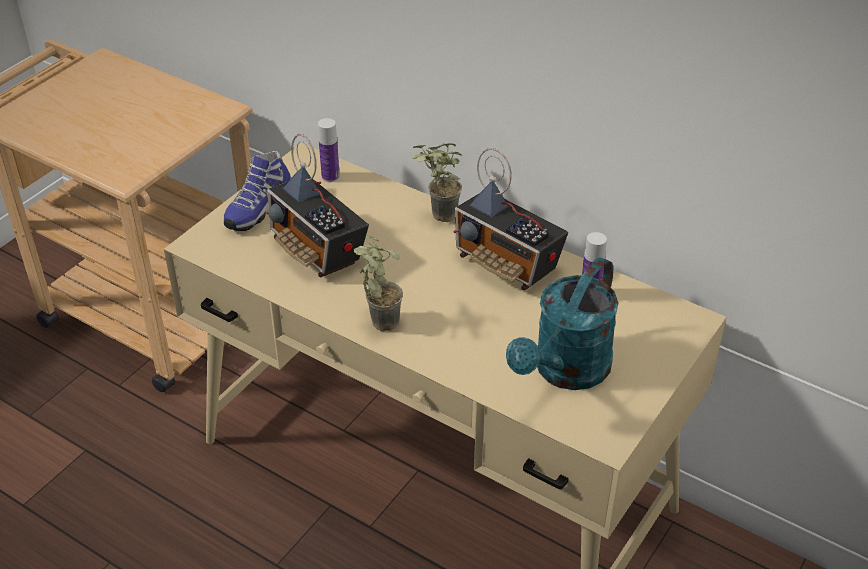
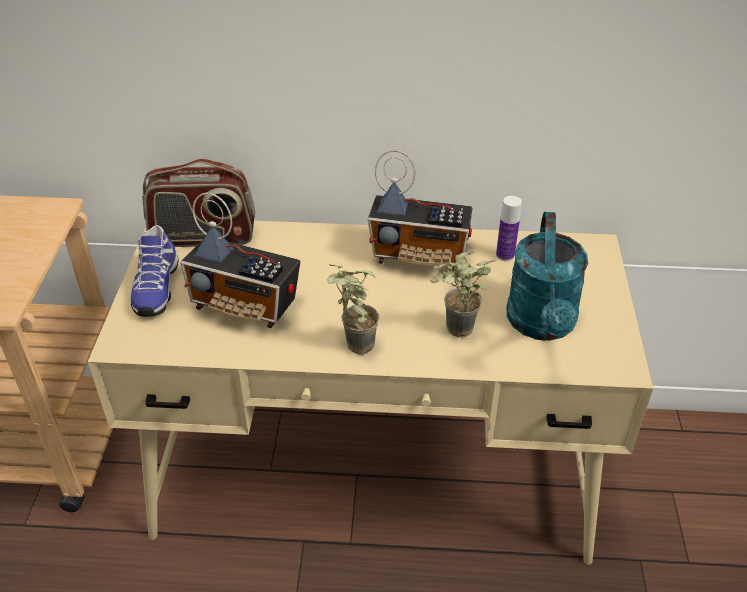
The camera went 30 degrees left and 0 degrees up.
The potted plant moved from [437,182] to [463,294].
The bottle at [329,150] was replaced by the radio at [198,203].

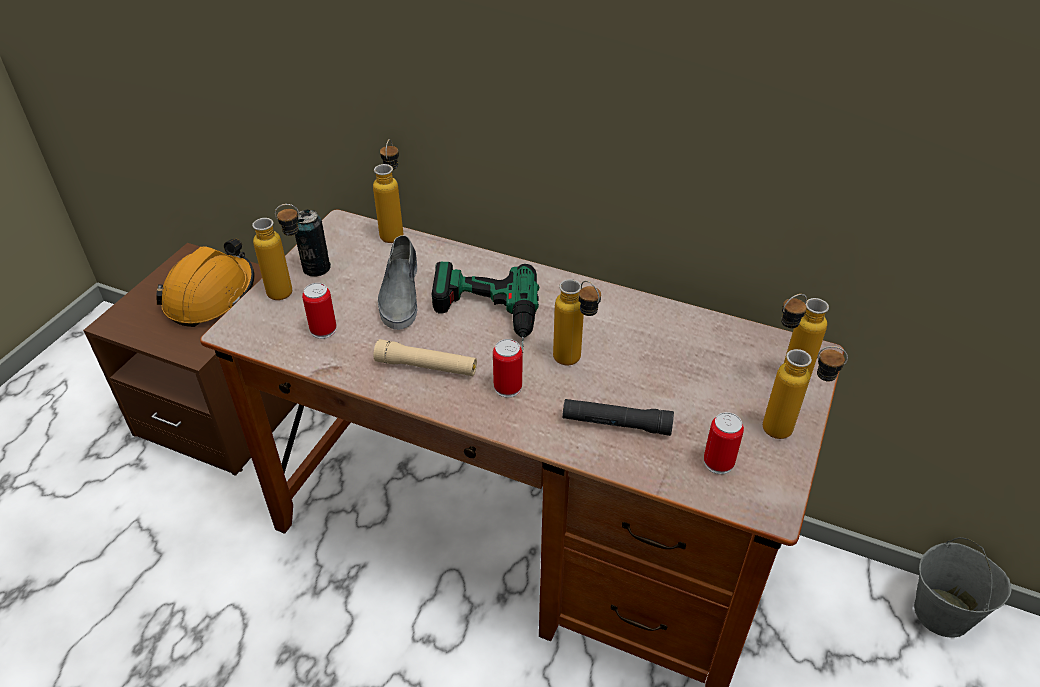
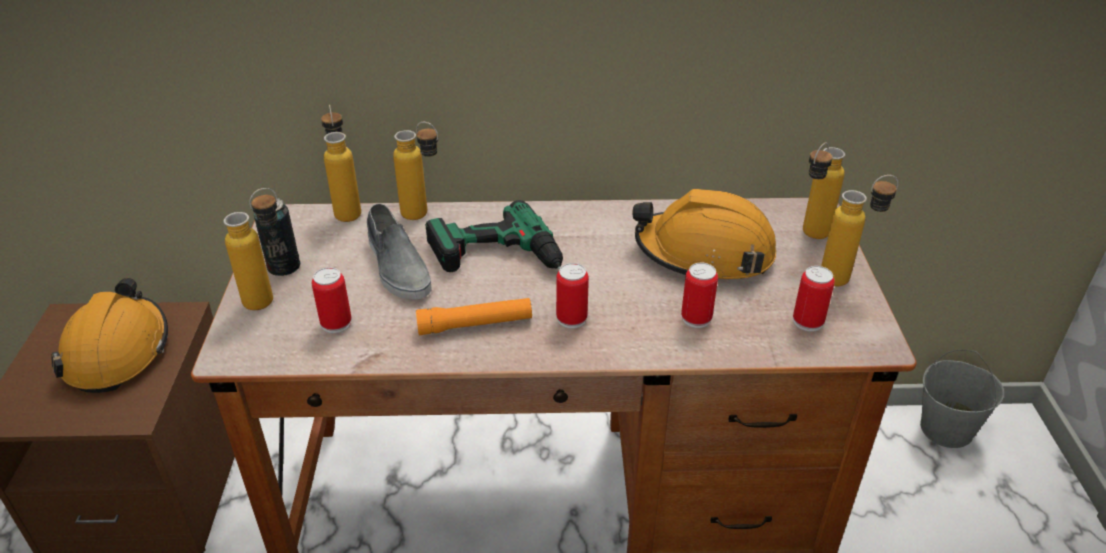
The camera went 25 degrees left and 5 degrees down.
The hard hat/orange at [704,234] appeared.
The bottle moved from [577,322] to [415,171].
The flashlight/black at [618,417] was replaced by the can at [699,295].
The flashlight/beige at [425,357] became the flashlight/orange at [474,316].

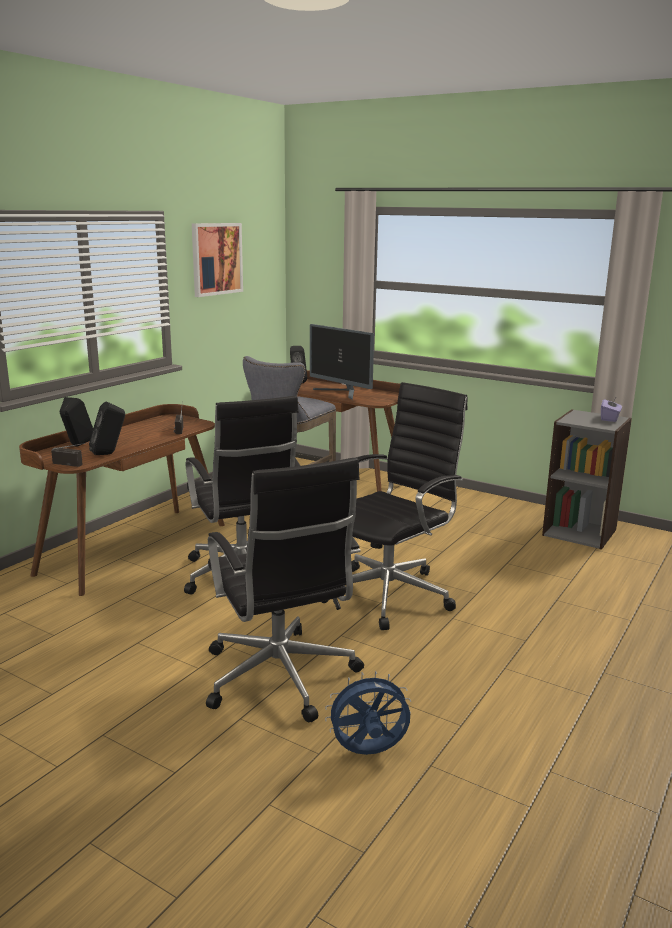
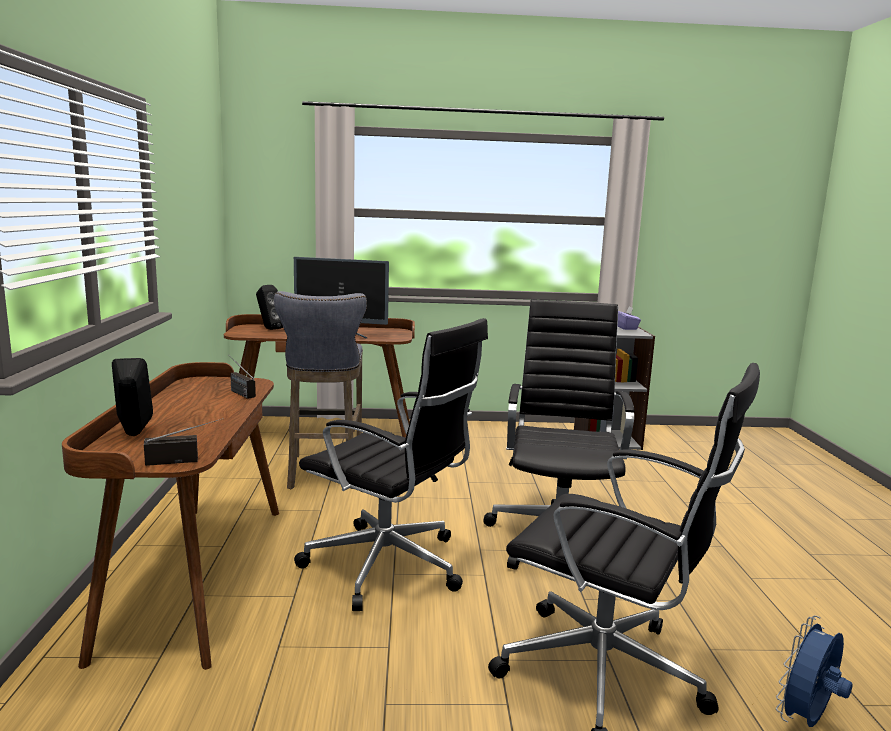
The camera went 35 degrees left and 5 degrees down.
The speaker/black at [107,428] disappeared.
The picture at [217,260] disappeared.

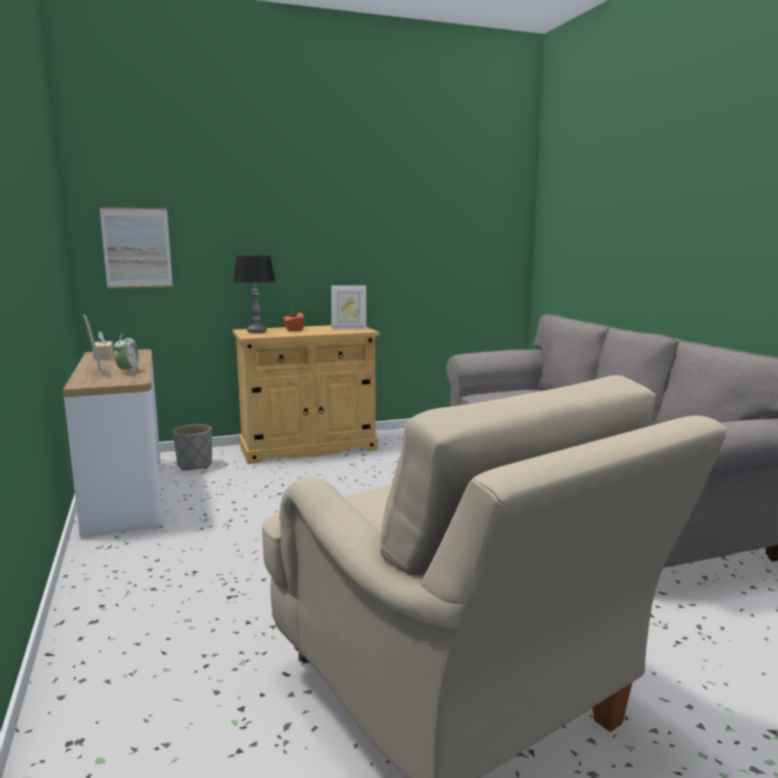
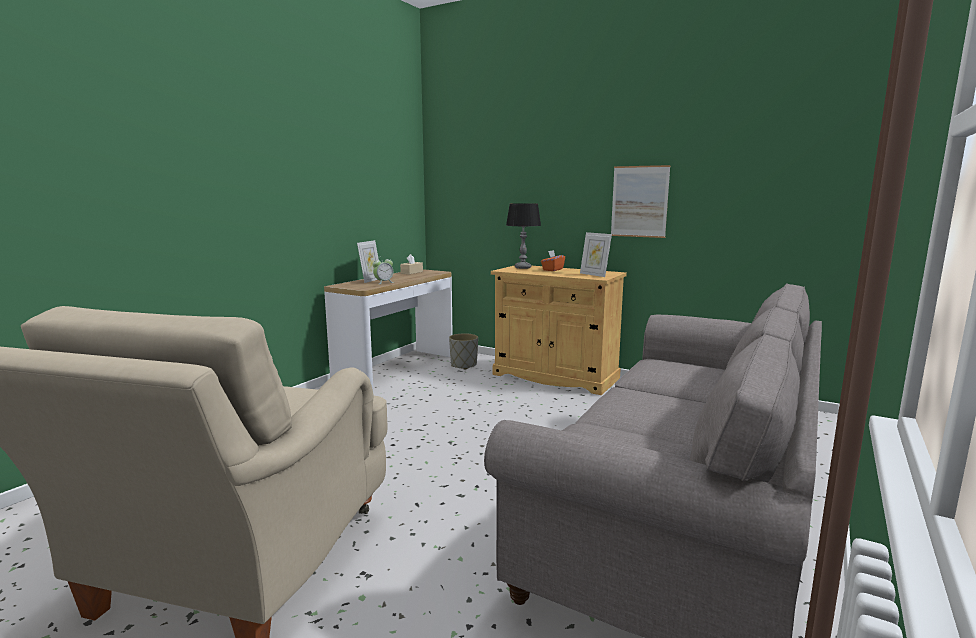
The camera went 50 degrees right and 0 degrees up.
The picture moved from [136,247] to [640,201].

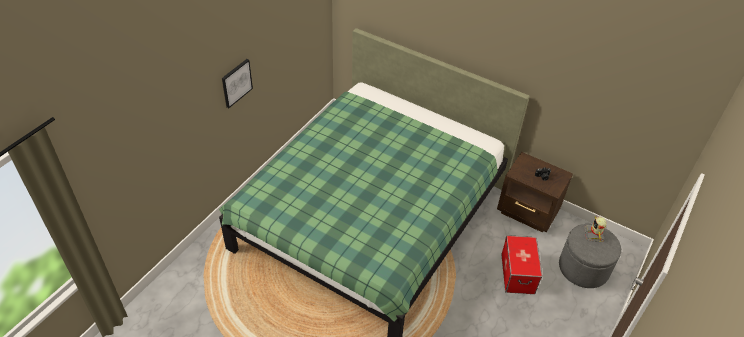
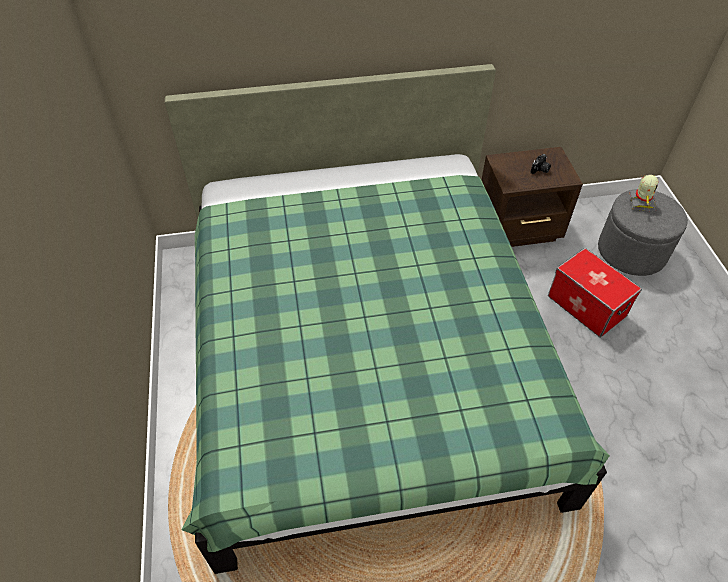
The camera went 40 degrees left and 5 degrees up.
The picture at [237,83] disappeared.
The toy robot at [595,229] turned 135 degrees counterclockwise.

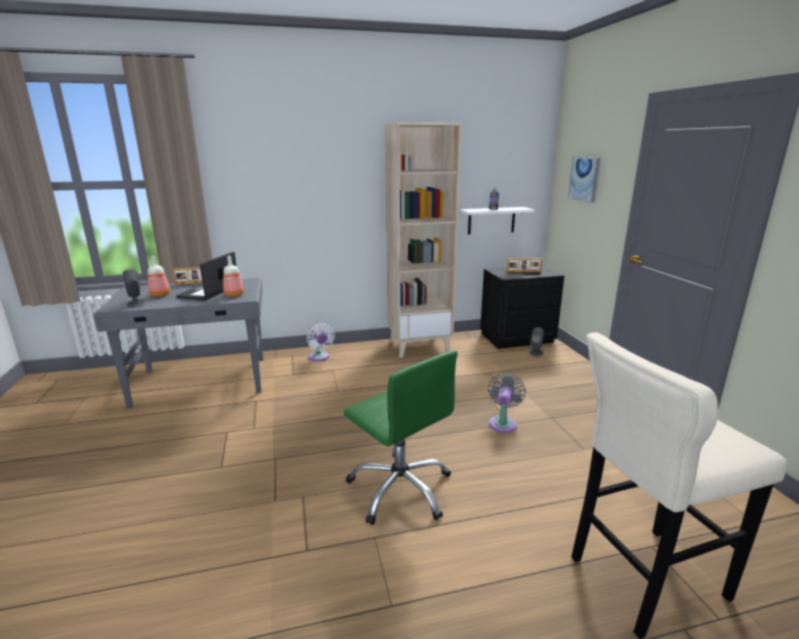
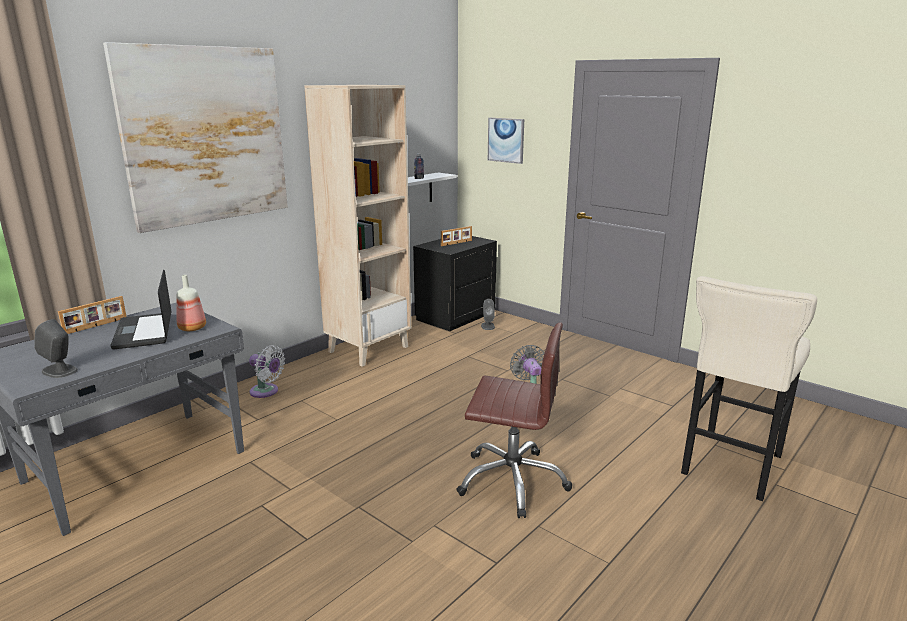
The camera went 35 degrees left and 0 degrees up.
The bottle at [159,276] disappeared.
The picture at [195,137] appeared.
The office chair/green at [401,437] became the office chair/brown at [514,420].

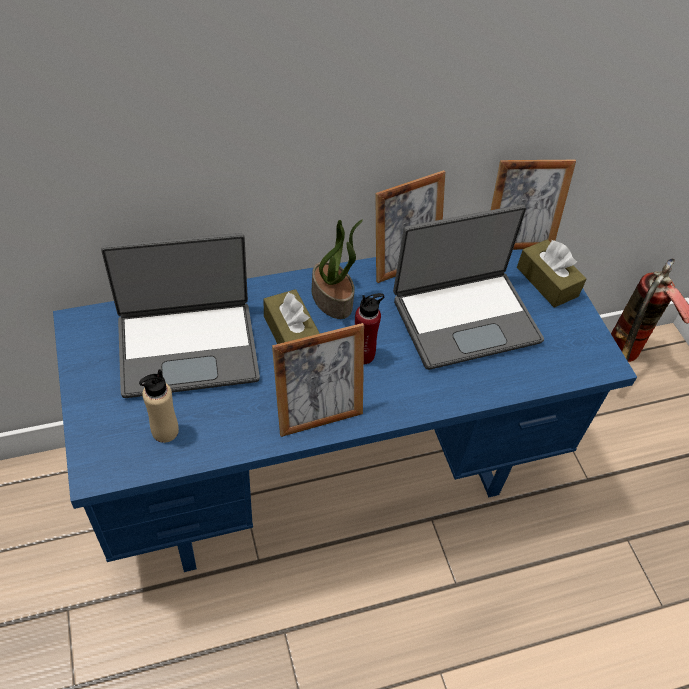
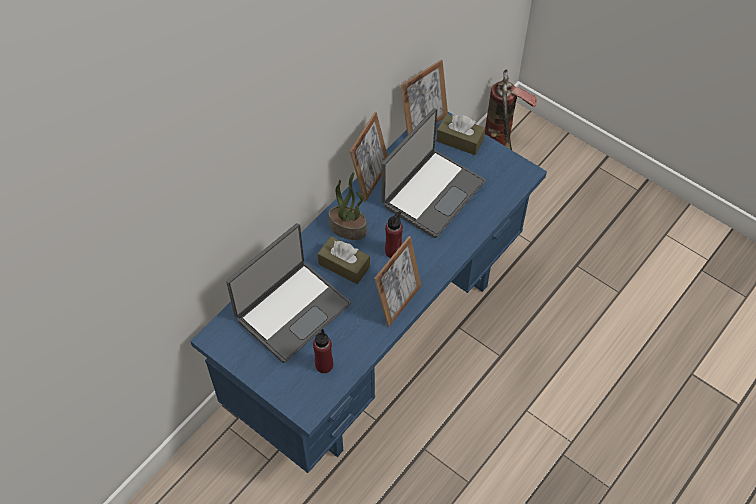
The camera went 30 degrees left and 5 degrees up.
The bottle/beige at [159,406] became the bottle/red at [323,351].

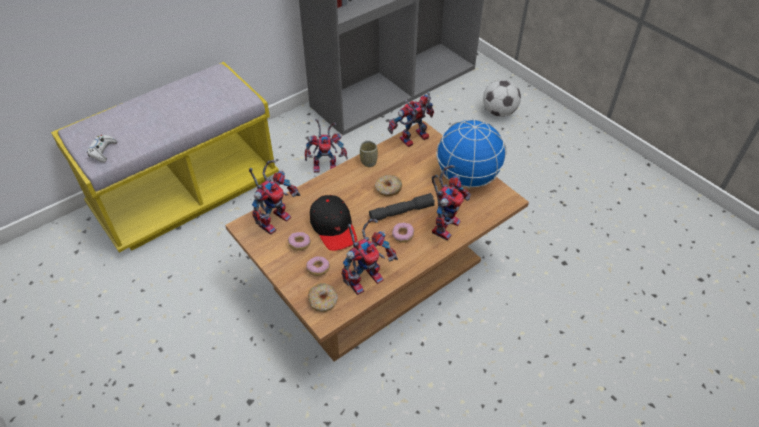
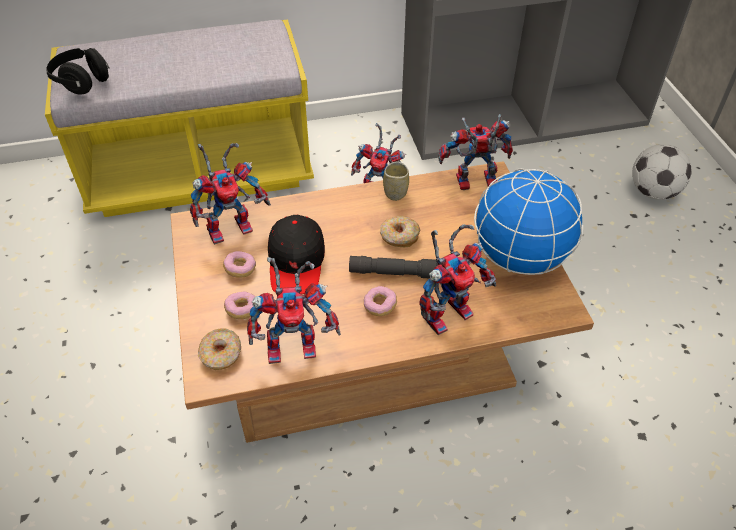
The camera went 25 degrees right and 0 degrees up.
The game controller/white at [102,148] was replaced by the headphones/black at [78,71].

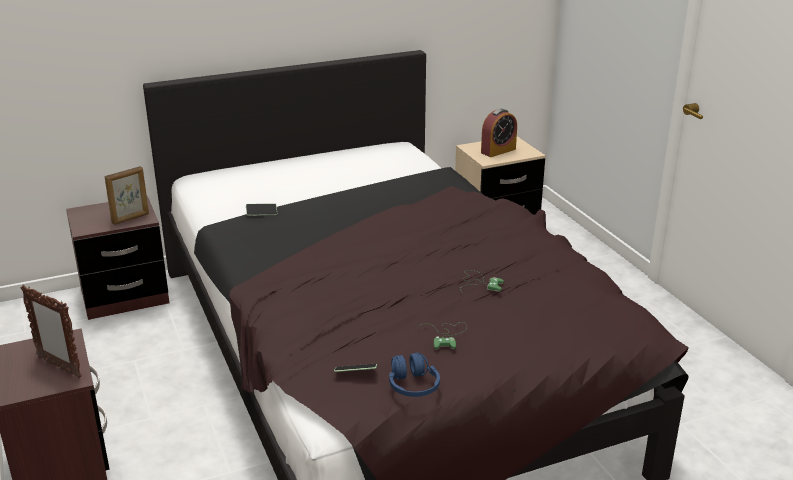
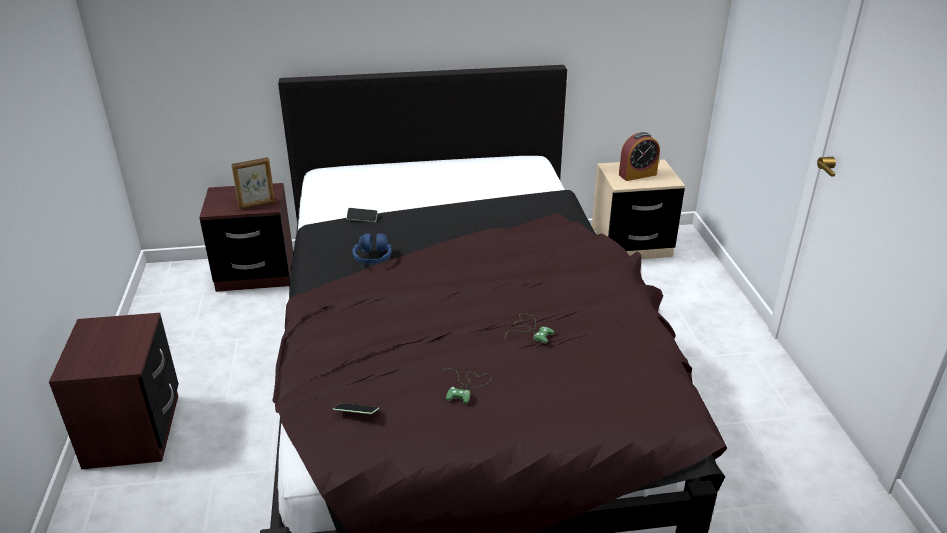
The camera went 15 degrees right and 5 degrees up.
The picture frame at [51,331] disappeared.
The headphones/blue moved from [414,375] to [371,248].

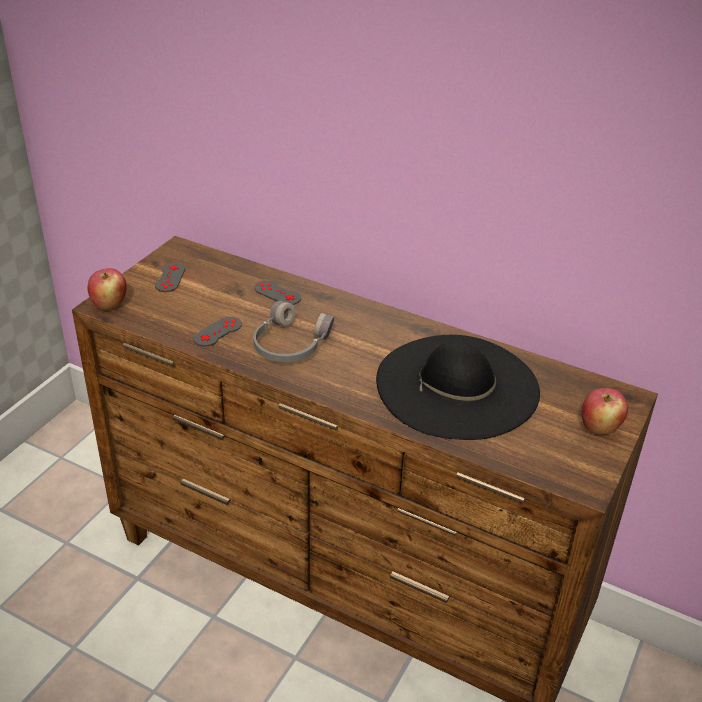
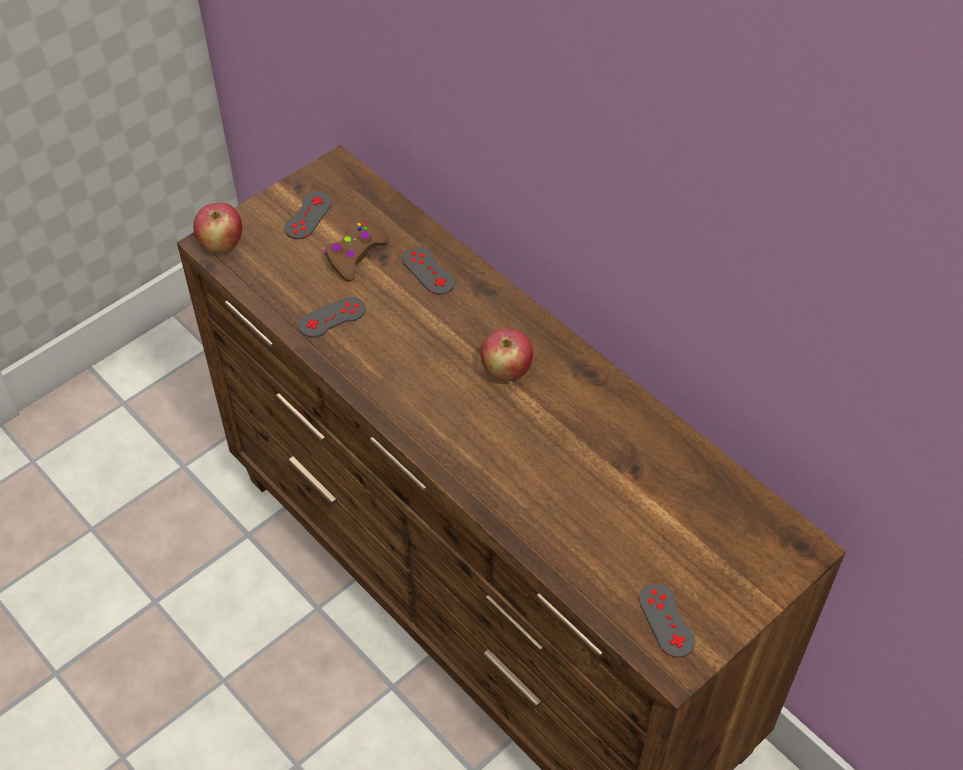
The camera went 20 degrees right and 15 degrees up.
The headphones/grey at [293,331] disappeared.
The hat/black at [458,387] disappeared.
The game controller/brown at [357,250] appeared.
The game controller/grey at [667,621] appeared.
The apple moved from [605,411] to [506,355].

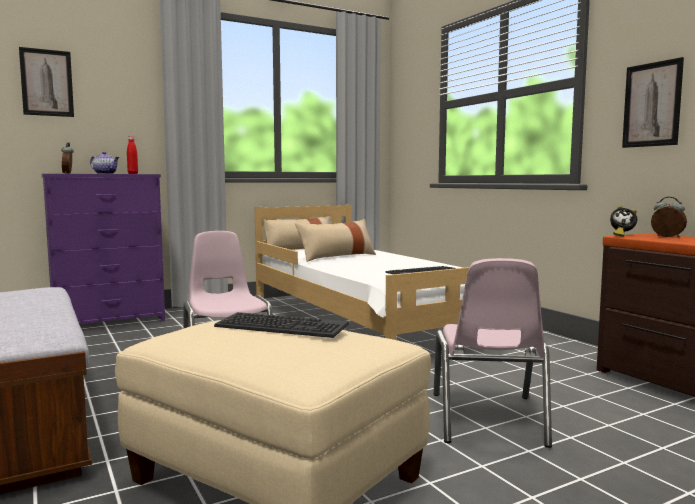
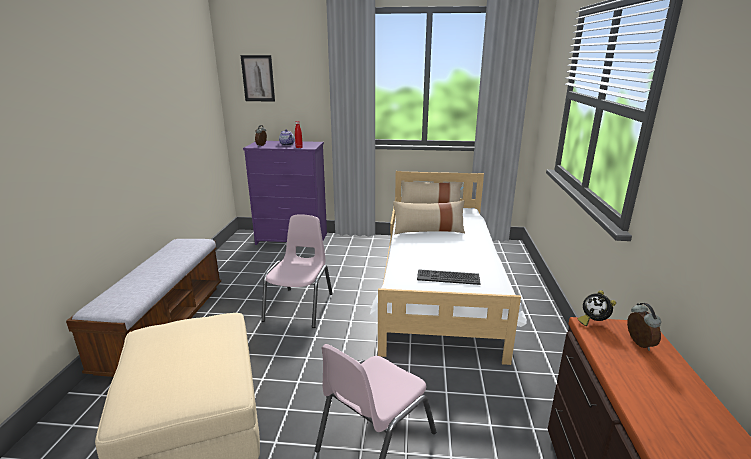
The camera went 35 degrees right and 15 degrees up.
The keyboard at [281,325] disappeared.
The picture at [653,102] disappeared.

